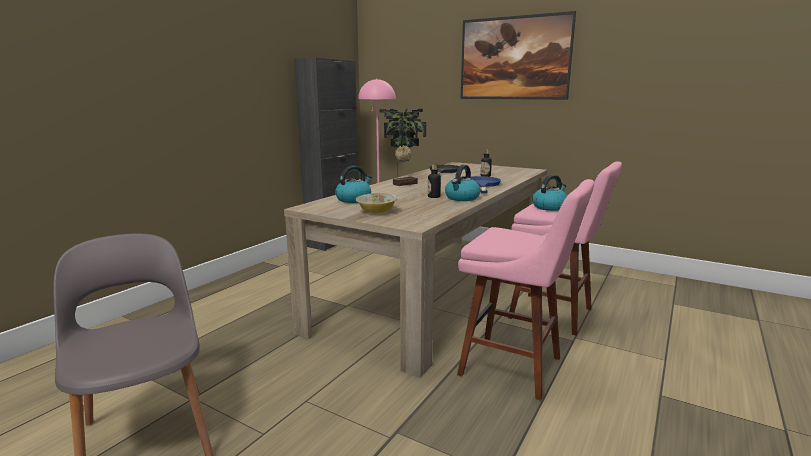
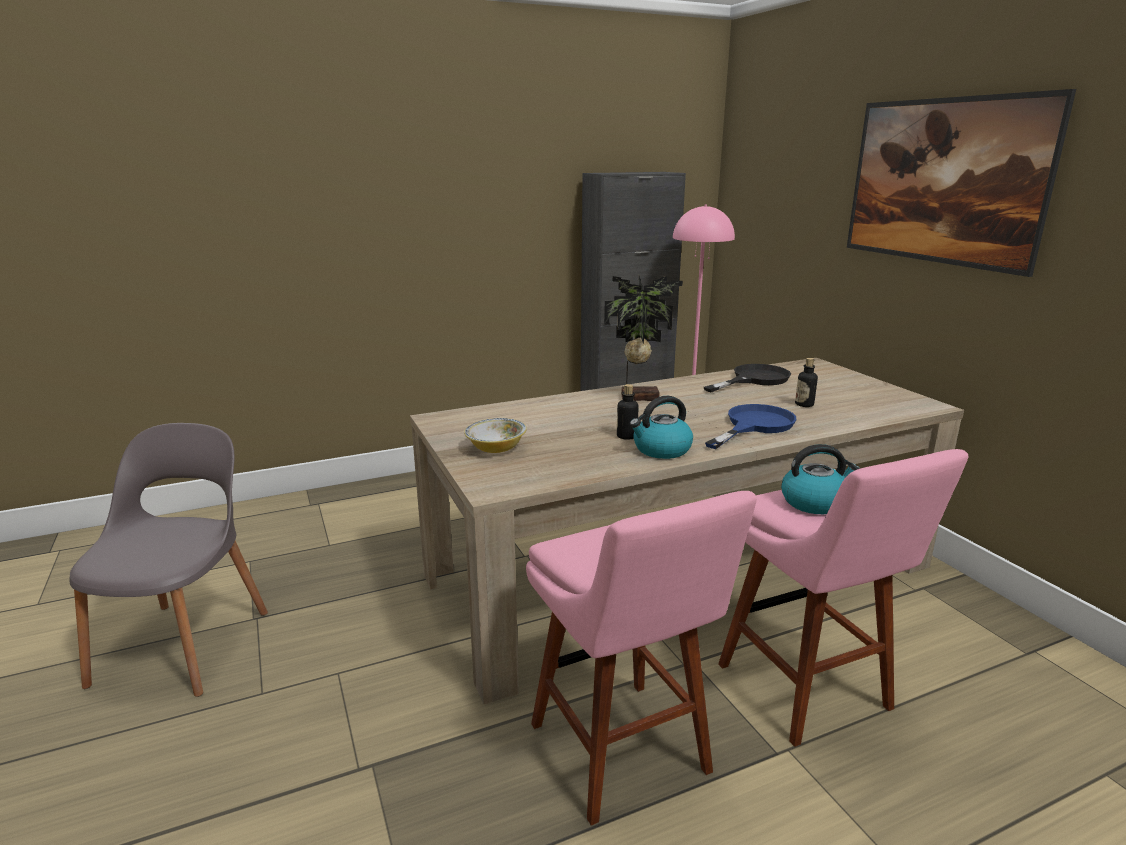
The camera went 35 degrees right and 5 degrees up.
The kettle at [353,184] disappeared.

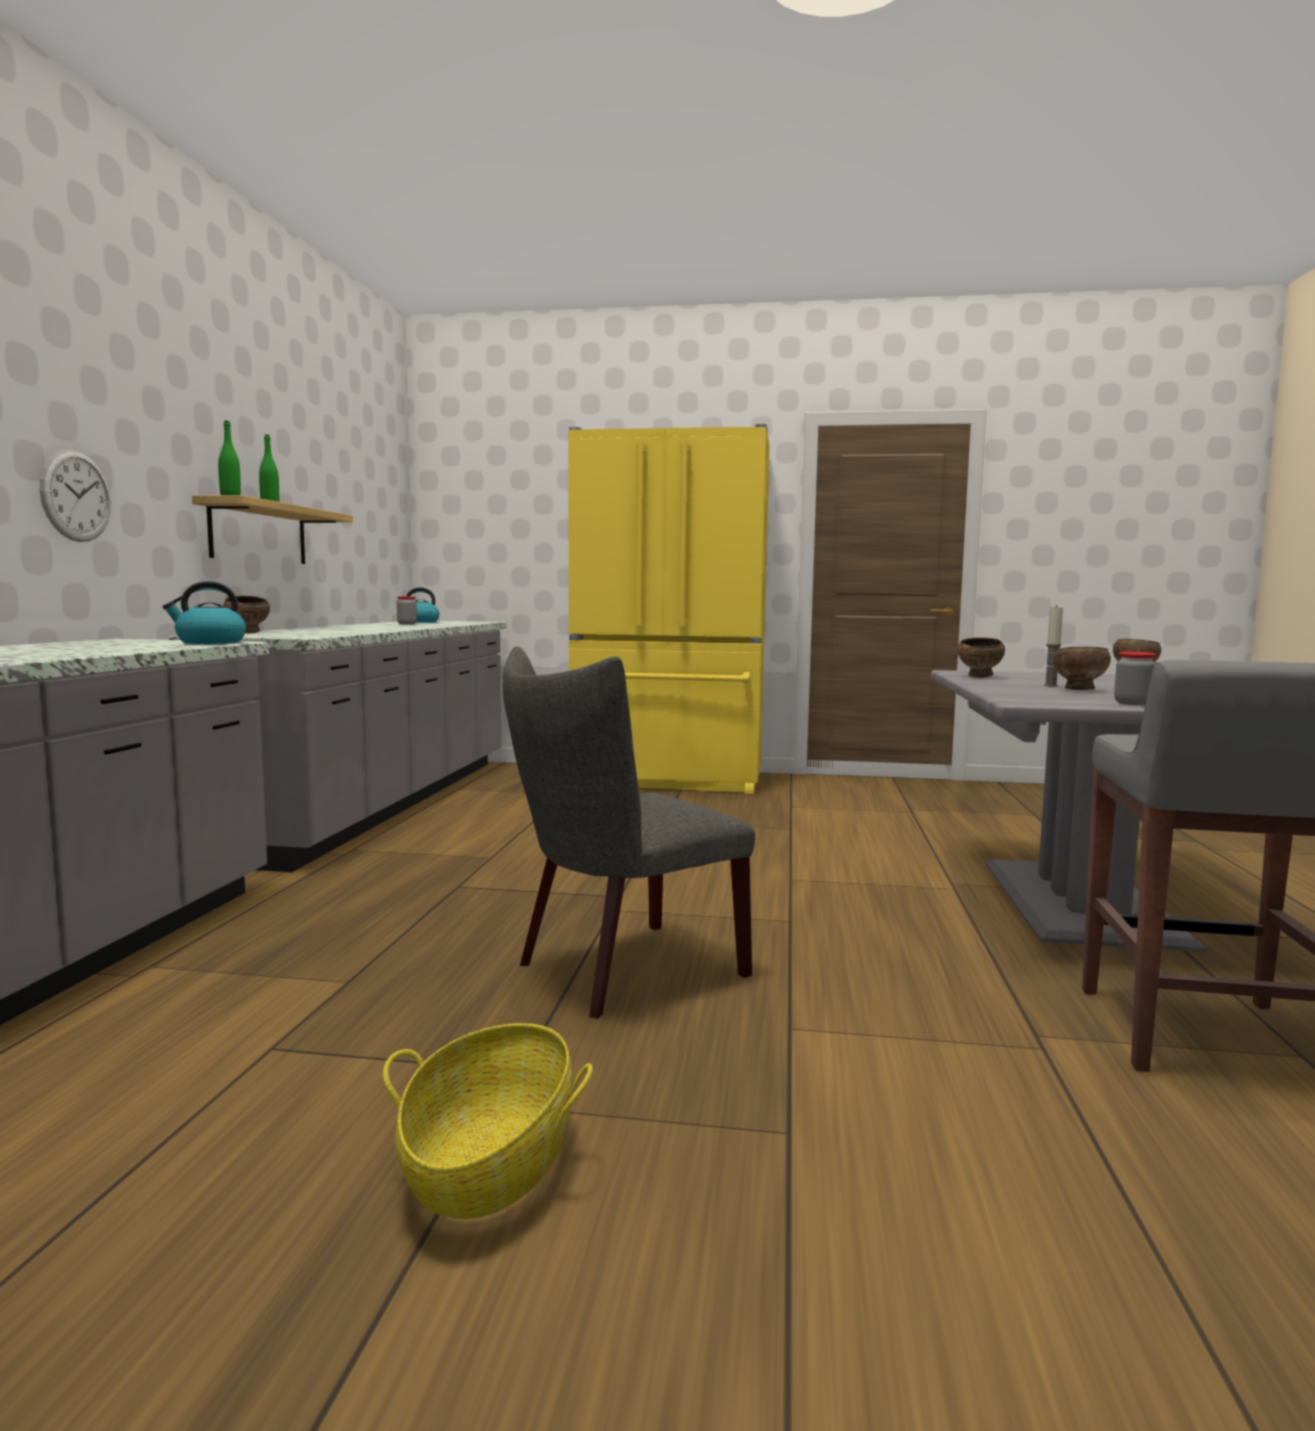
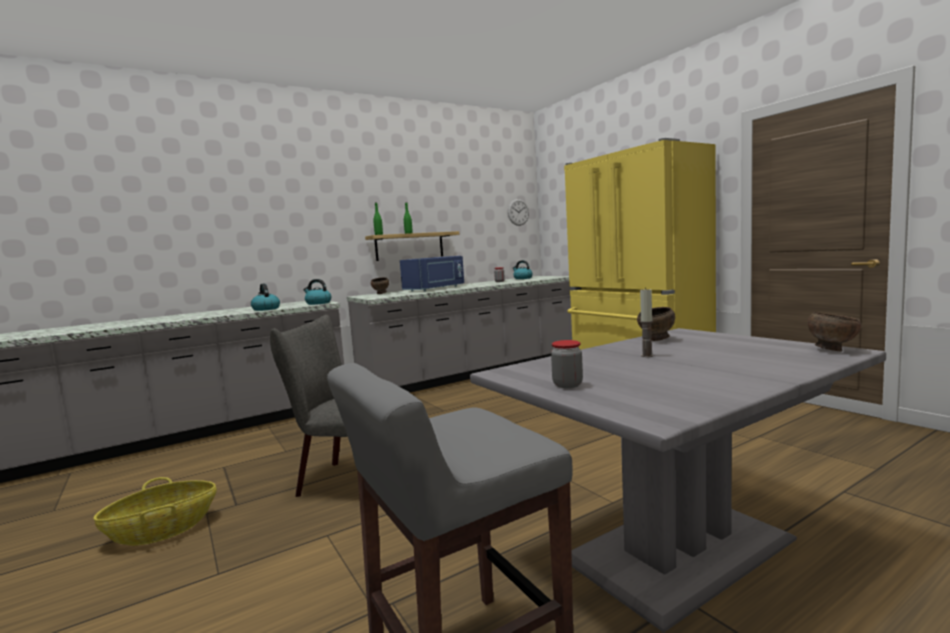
The camera went 50 degrees right and 0 degrees up.
The bowl/brown at [1082,668] disappeared.
The kettle at [265,297] appeared.
The microwave/blue at [432,274] appeared.
The wall clock moved from [75,496] to [518,212].

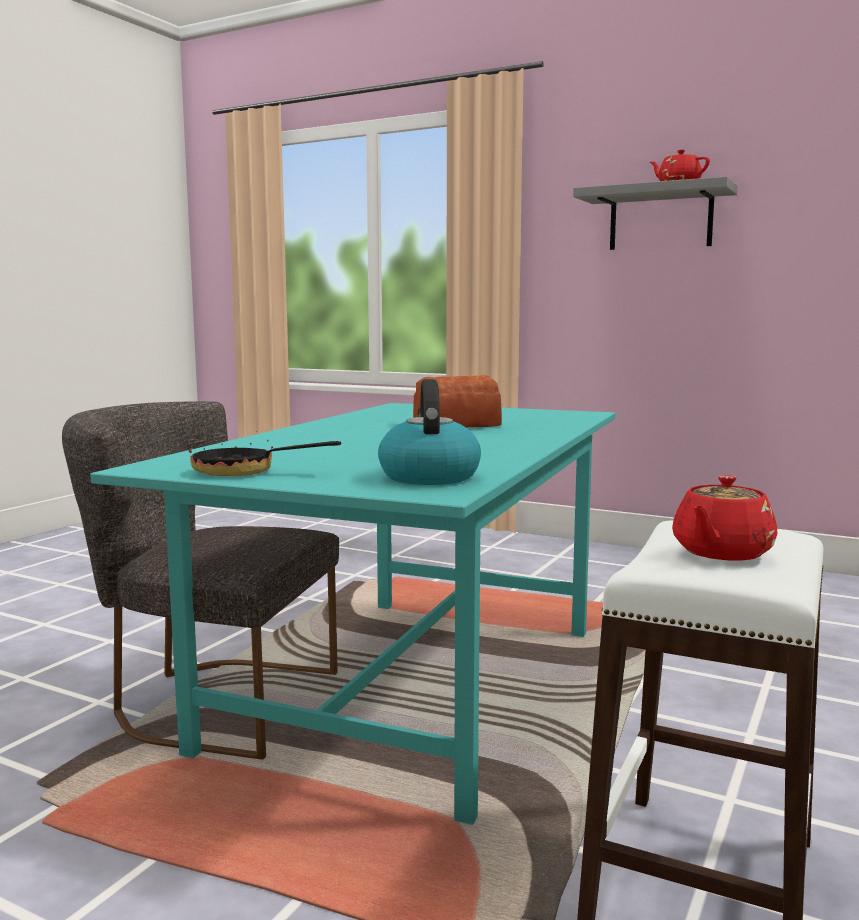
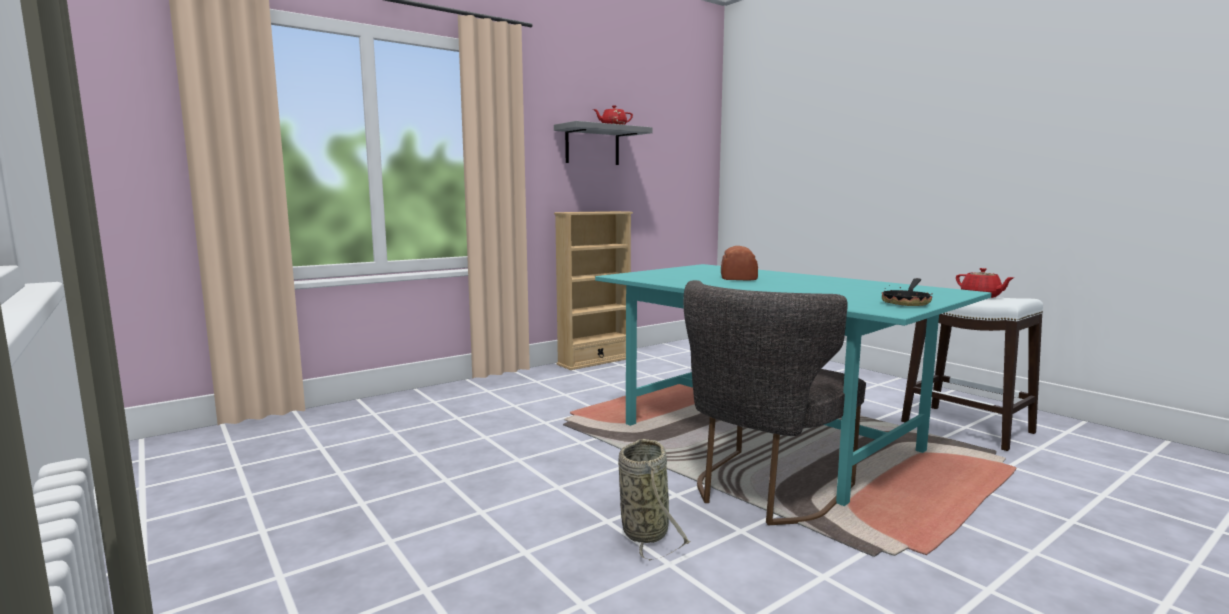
The camera went 65 degrees left and 0 degrees up.
The kettle at [429,432] disappeared.
The bookcase/beige at [593,290] appeared.
The basket at [654,500] appeared.

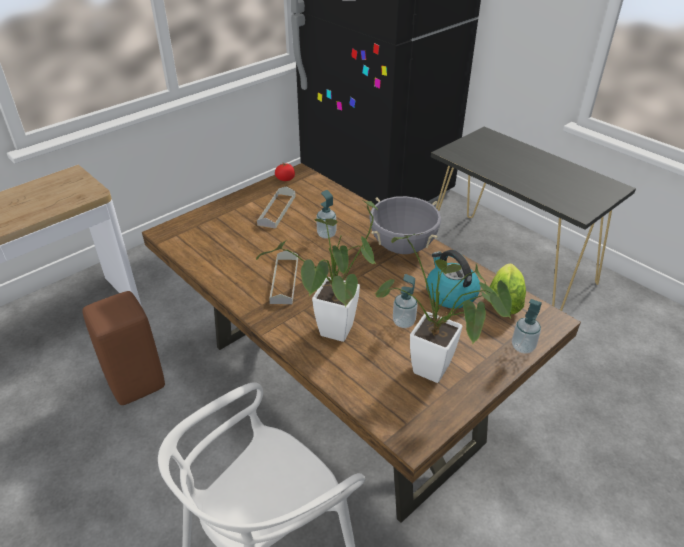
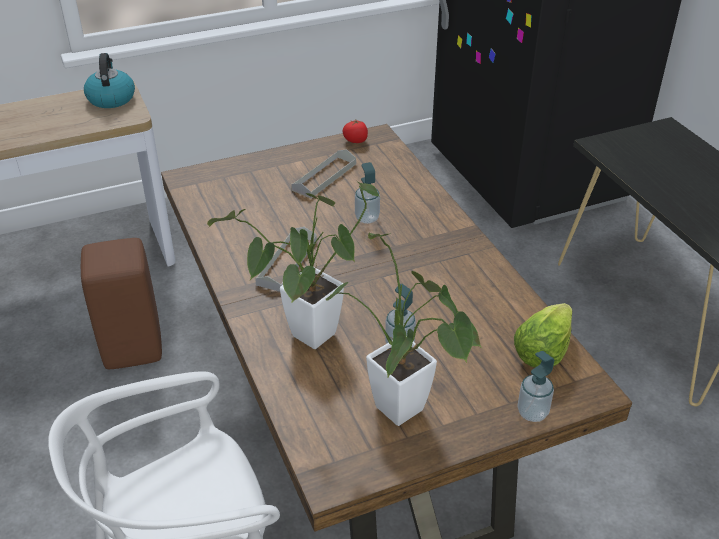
The camera went 20 degrees right and 0 degrees up.
The cooking pot/grey at [405,225] disappeared.
The kettle moved from [453,279] to [109,80].

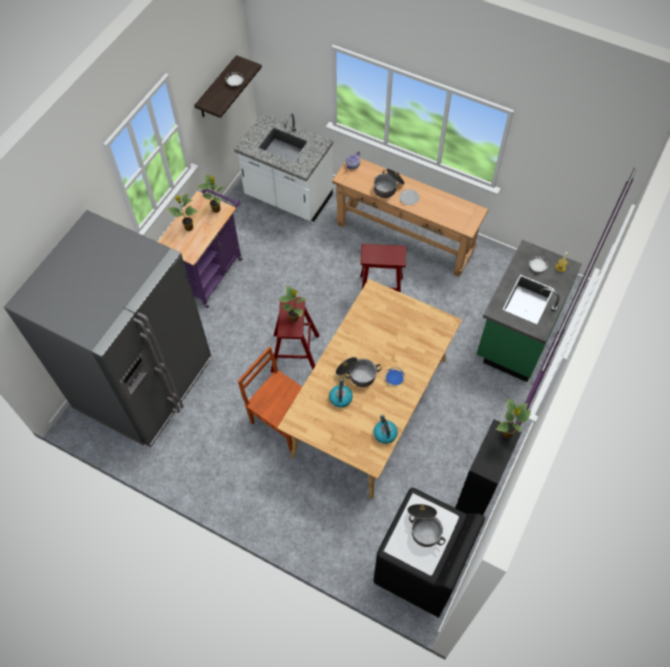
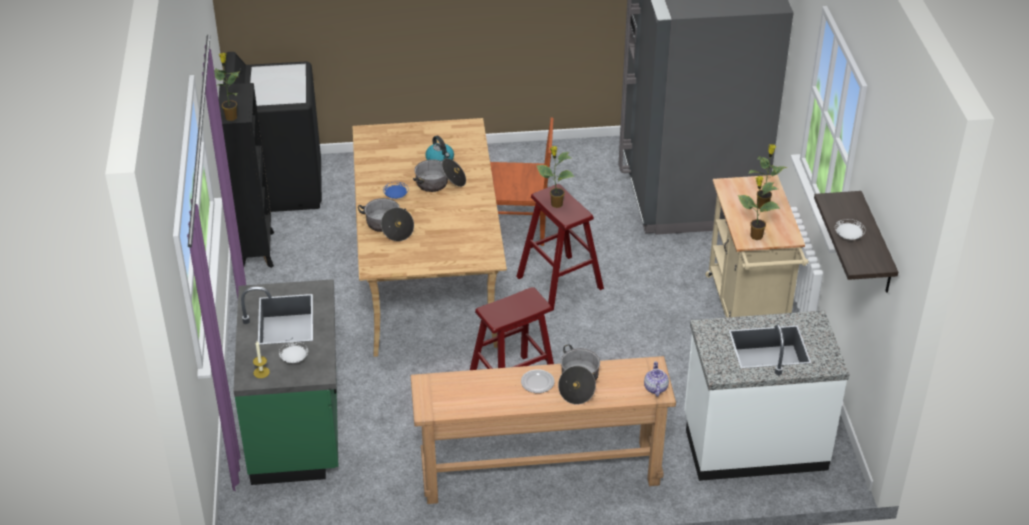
The camera went 145 degrees right and 20 degrees down.
The kettle at [386,429] disappeared.
The cooking pot moved from [426,525] to [386,219].
The cart/purple at [200,248] became the cart/beige at [757,246].

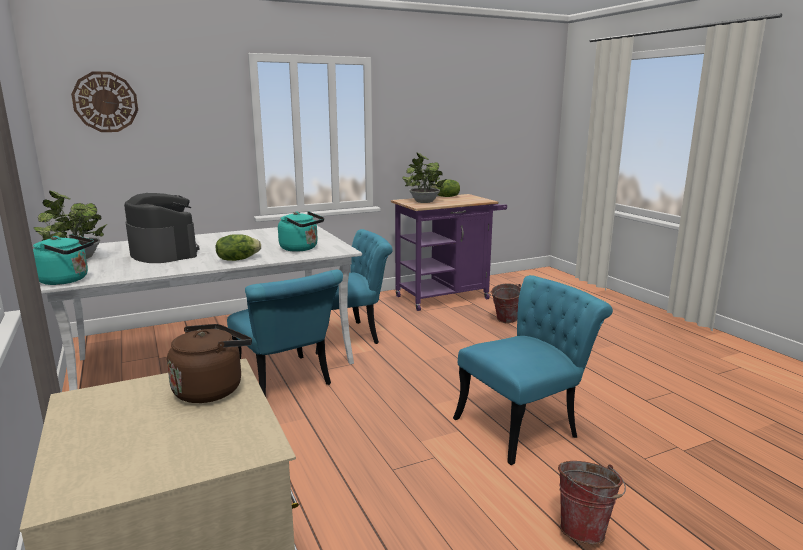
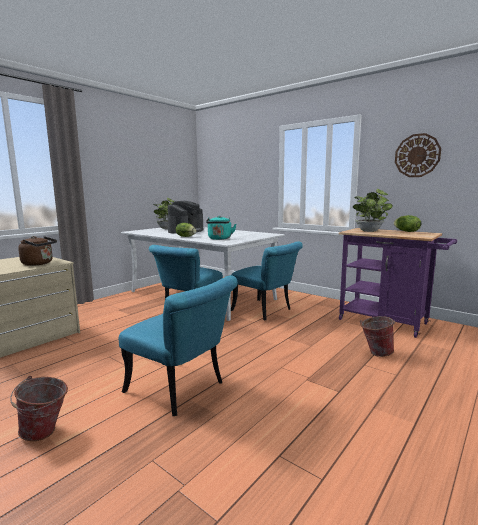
The camera went 65 degrees right and 5 degrees down.
The kettle/turquoise at [63,259] disappeared.
The wall clock moved from [104,101] to [418,155].

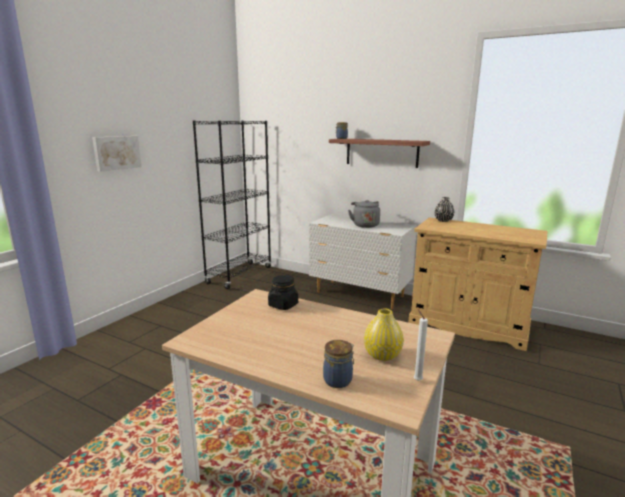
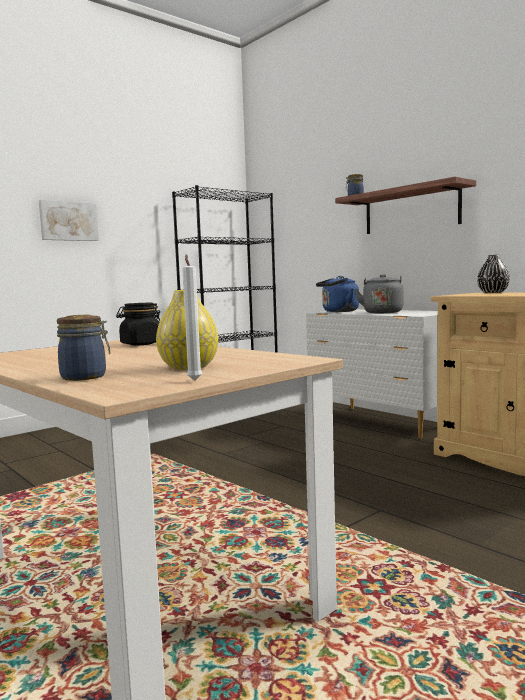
The camera went 20 degrees right and 10 degrees down.
The kettle/blue at [337,294] appeared.

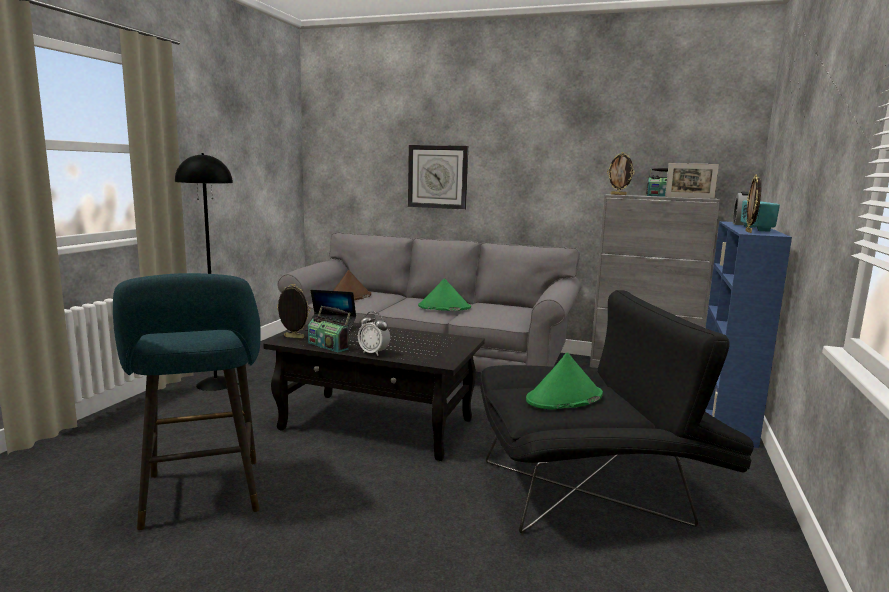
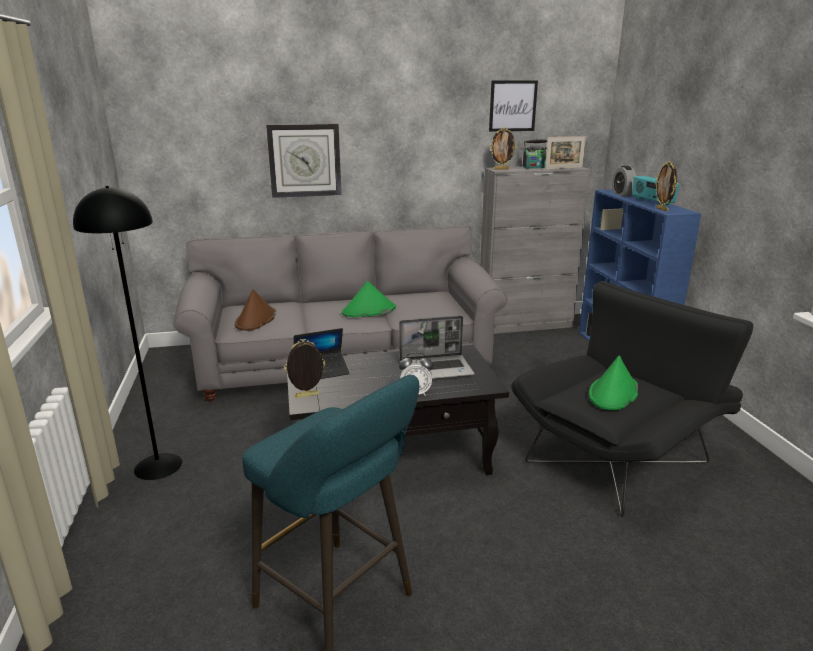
The camera went 30 degrees left and 10 degrees up.
The radio at [329,329] disappeared.
The laptop at [436,347] appeared.
The picture at [513,106] appeared.

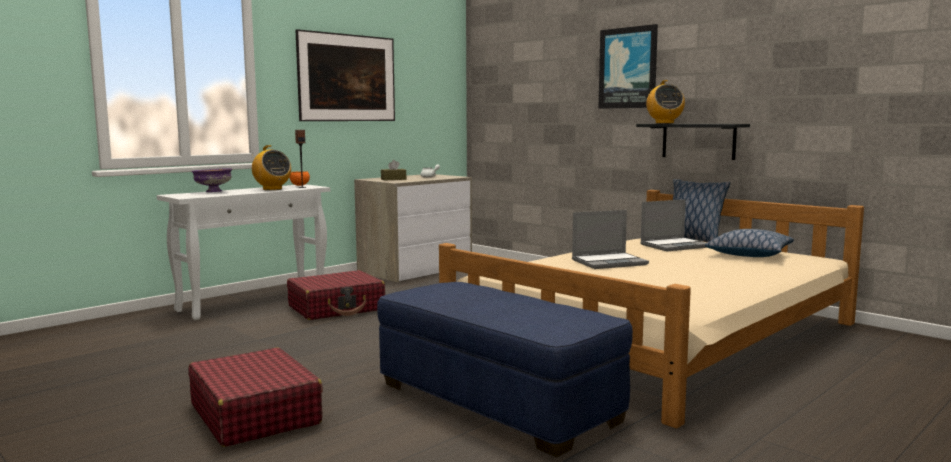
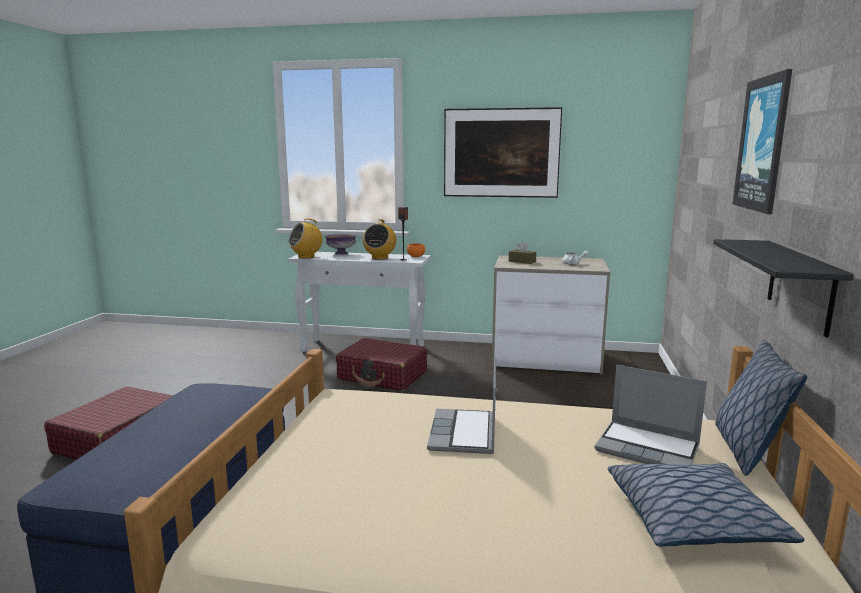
The camera went 55 degrees right and 5 degrees up.
The radio moved from [665,102] to [305,238].
The laptop at [610,239] turned 60 degrees clockwise.

